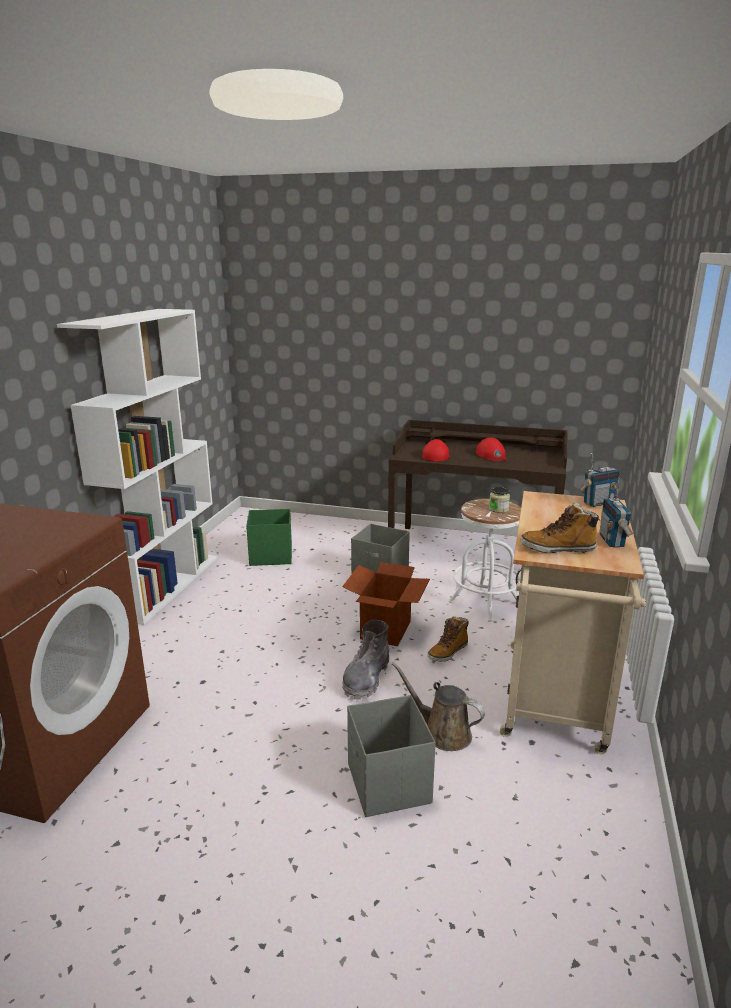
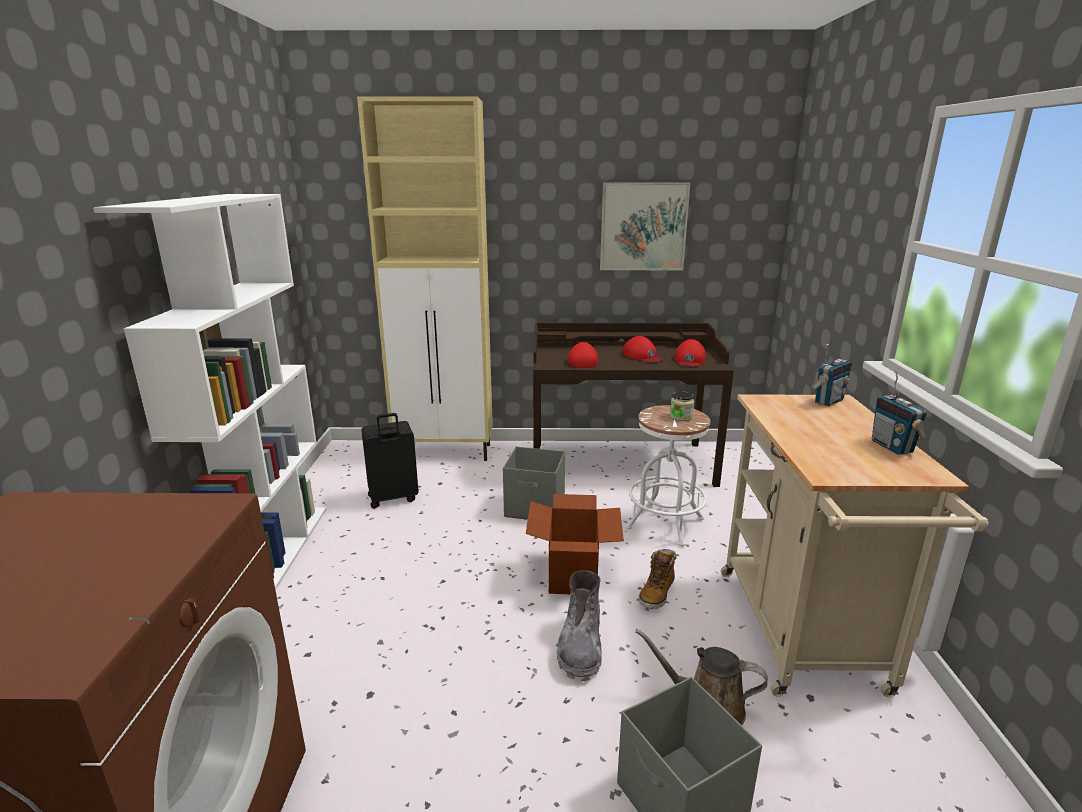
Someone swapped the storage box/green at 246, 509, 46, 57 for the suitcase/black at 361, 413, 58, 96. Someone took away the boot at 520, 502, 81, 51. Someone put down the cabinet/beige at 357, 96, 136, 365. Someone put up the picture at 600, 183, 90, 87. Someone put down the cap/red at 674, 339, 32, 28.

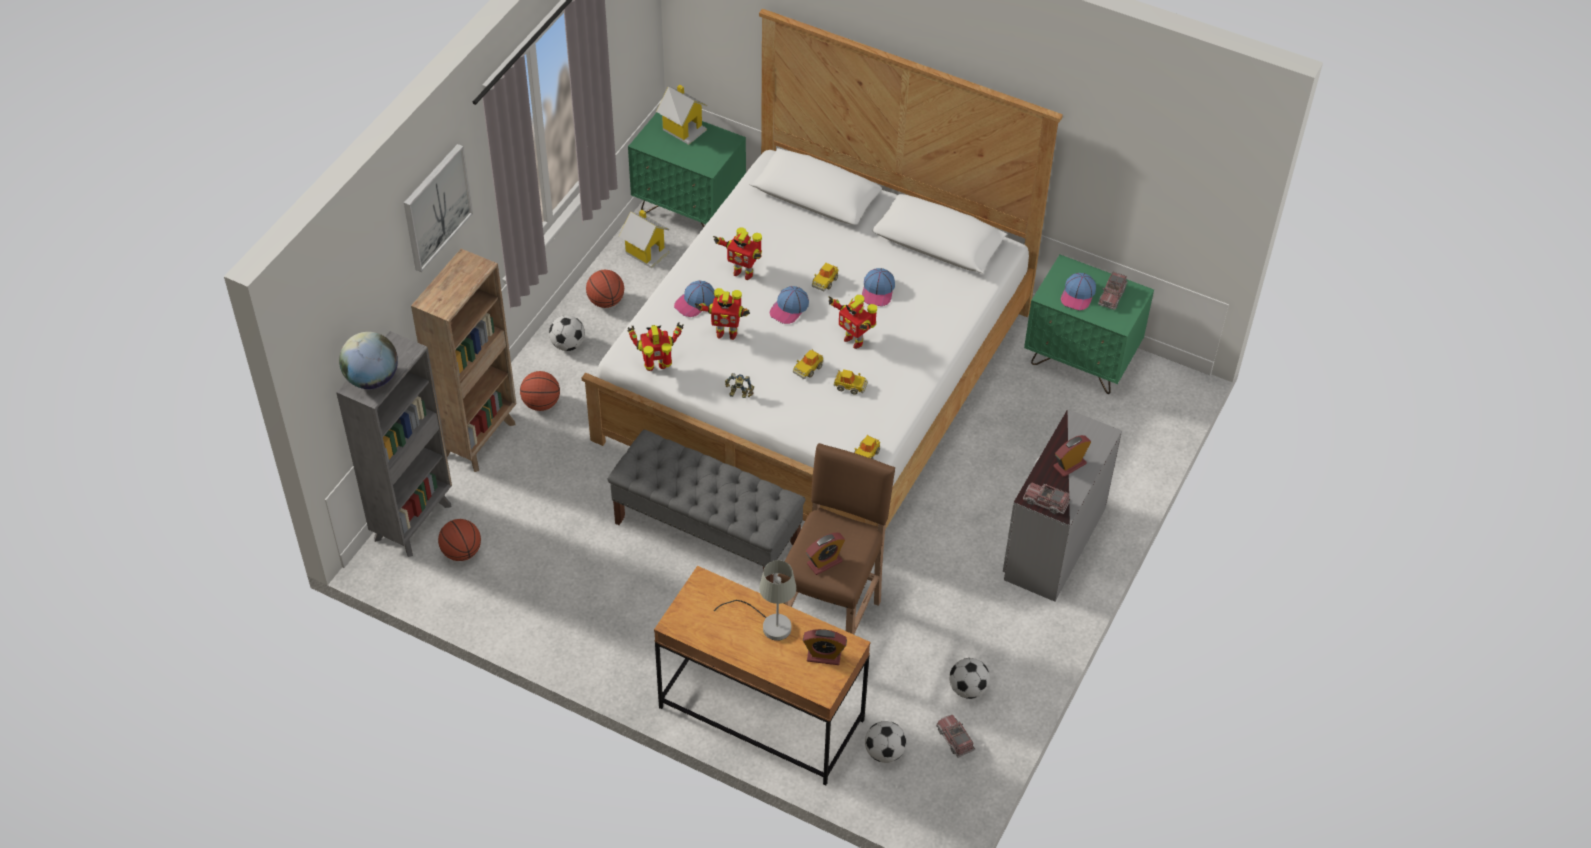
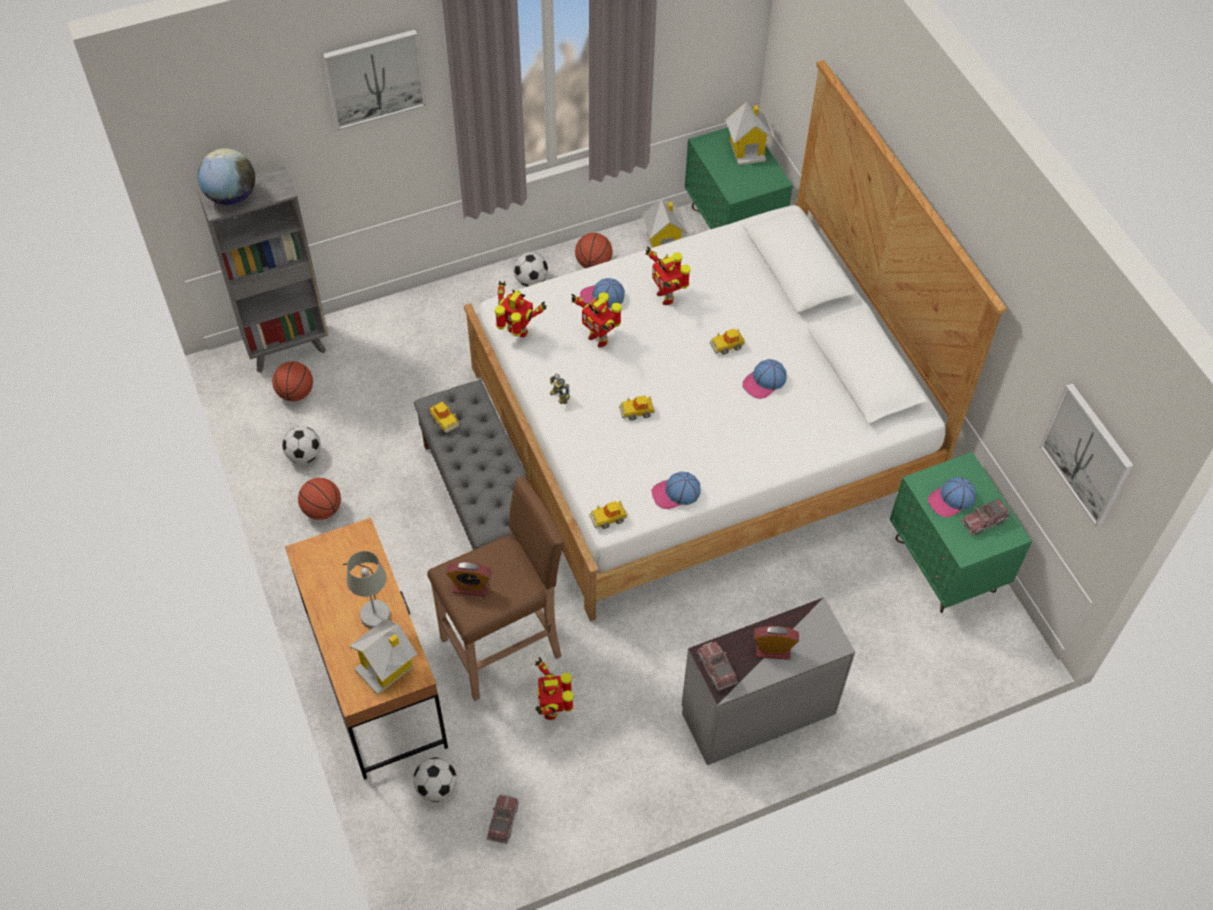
Someone took away the bookcase/brown at 411, 249, 105, 223. Someone carried the basketball from 520, 371, 40, 40 to 298, 478, 43, 42. Someone carried the cap from 770, 286, 39, 38 to 651, 472, 50, 37. Someone swapped the alarm clock at 803, 629, 44, 36 for the toy house at 349, 619, 68, 76. Someone carried the toy robot from 829, 295, 48, 54 to 535, 657, 39, 63. Someone carried the toy car from 834, 369, 34, 26 to 430, 401, 29, 32. Someone carried the football from 949, 658, 41, 41 to 282, 426, 39, 38. Someone put up the picture at 1040, 383, 94, 144.

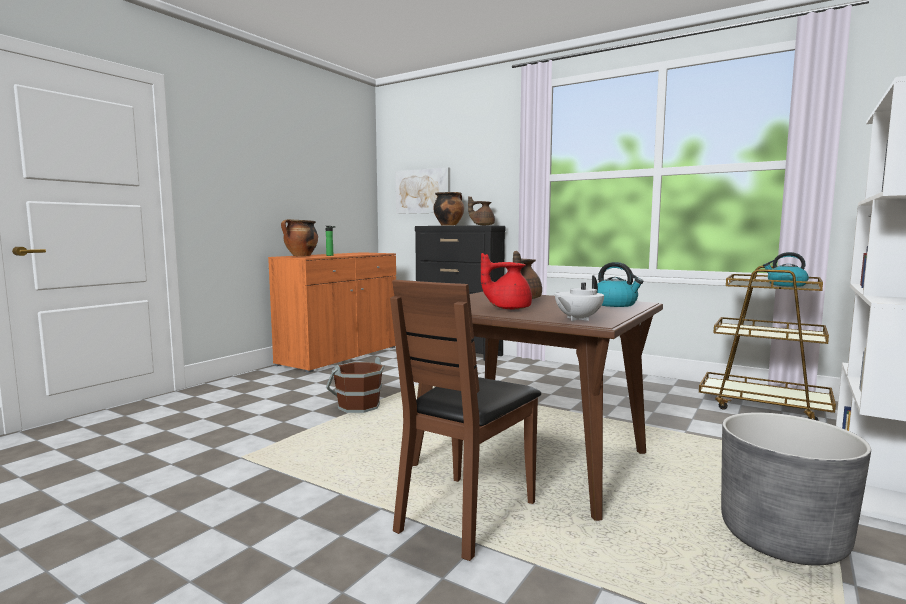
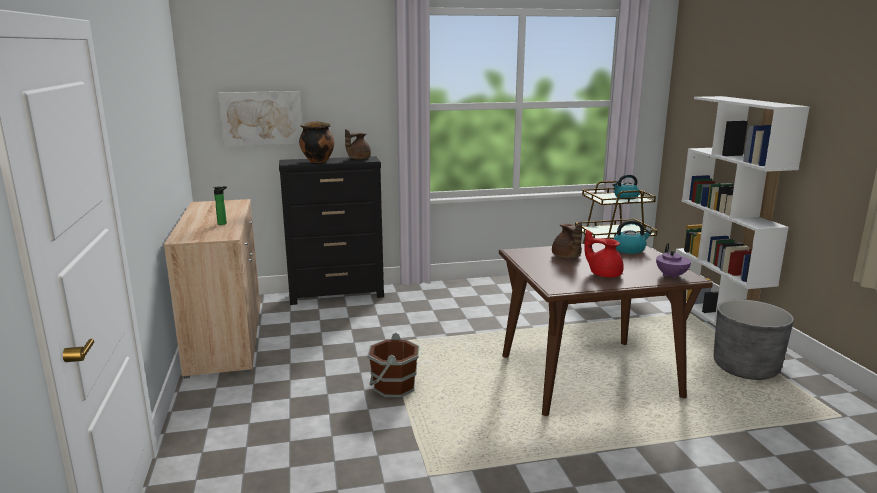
Someone repainted the cabinet/orange at 268, 252, 128, 121, which became the cabinet/beige at 164, 199, 96, 180. Someone took away the cooking pot at 281, 219, 37, 37. Someone took away the chair/brown at 390, 279, 151, 282. Someone rotated the teapot/red at 481, 253, 51, 56 by 90 degrees clockwise. Someone repainted the teapot/white at 555, 275, 49, 46, which became the teapot/purple at 656, 243, 35, 36.

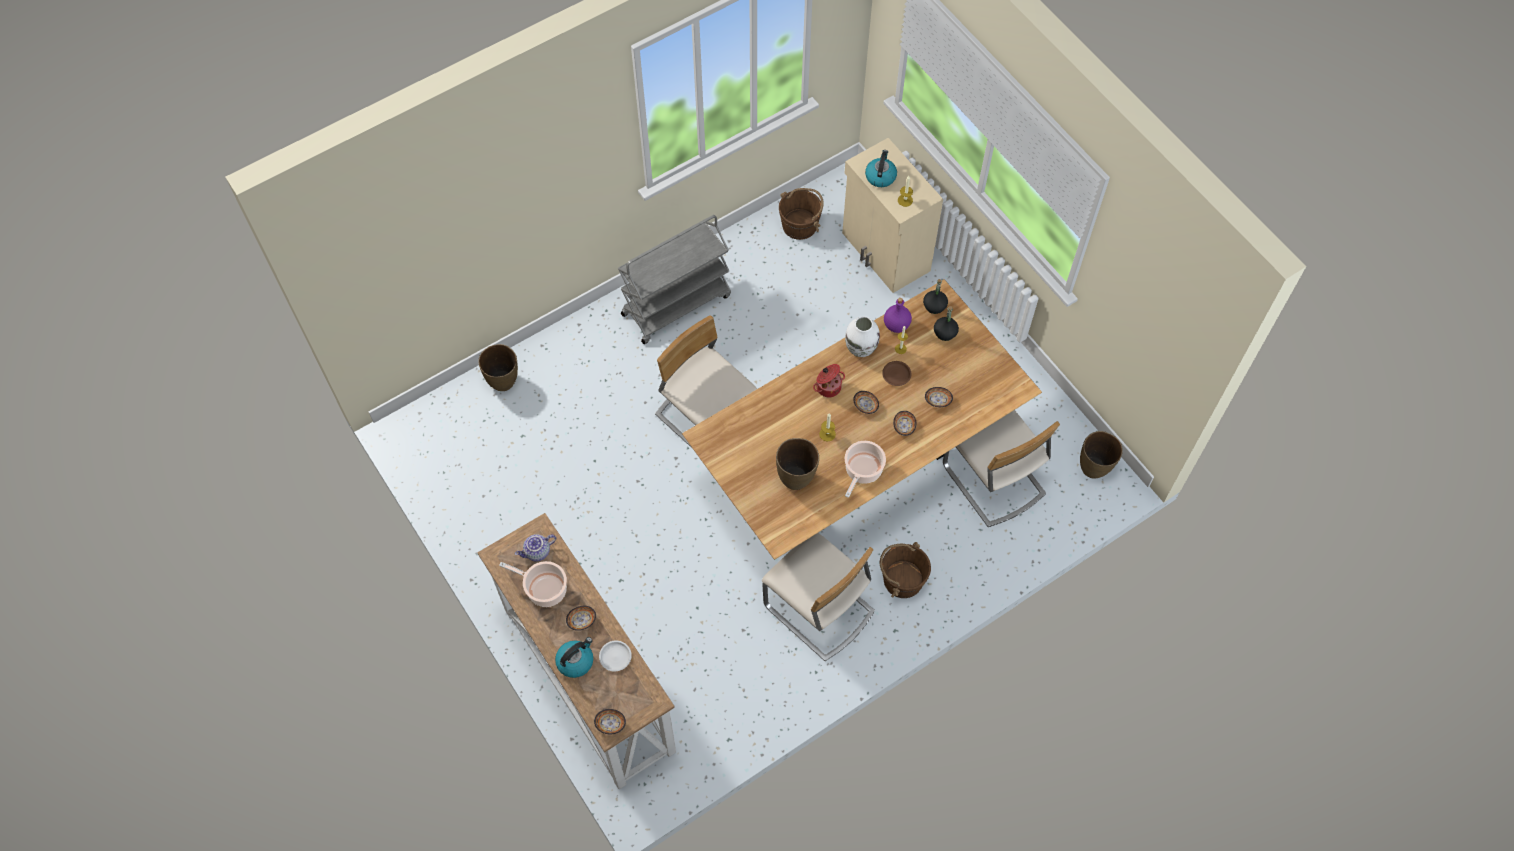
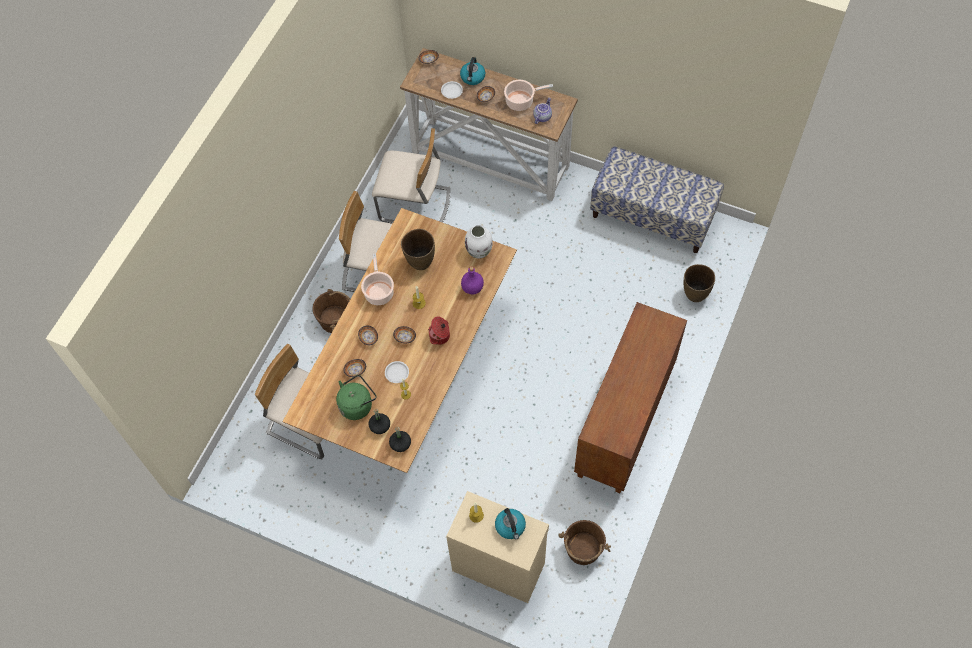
Someone swapped the cart/grey at 618, 215, 113, 129 for the cabinet/brown at 574, 302, 113, 191. Someone carried the chair/beige from 655, 315, 102, 134 to 372, 128, 78, 96. Someone carried the vase/white from 845, 316, 35, 41 to 465, 225, 28, 34. Someone repainted the plate/brown at 882, 361, 29, 25, which became the plate/white at 385, 361, 24, 22. Someone carried the bottle/purple from 884, 298, 28, 35 to 461, 267, 23, 27. Someone took away the vase/brown at 1080, 431, 43, 47. Someone put down the kettle/green at 336, 375, 40, 45. Someone put down the bench at 590, 146, 134, 107.

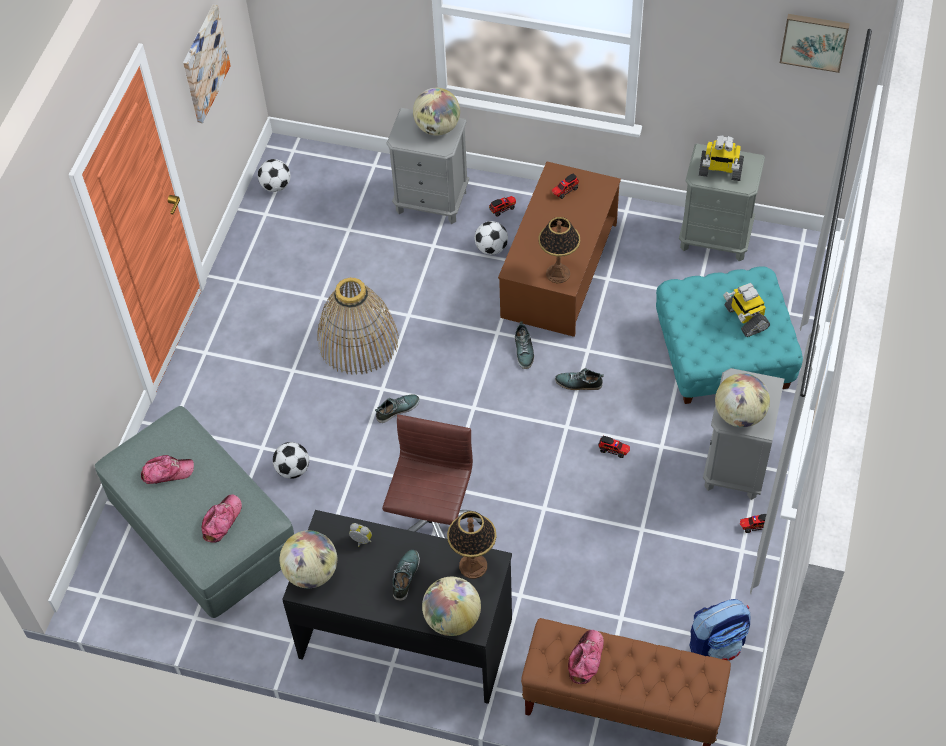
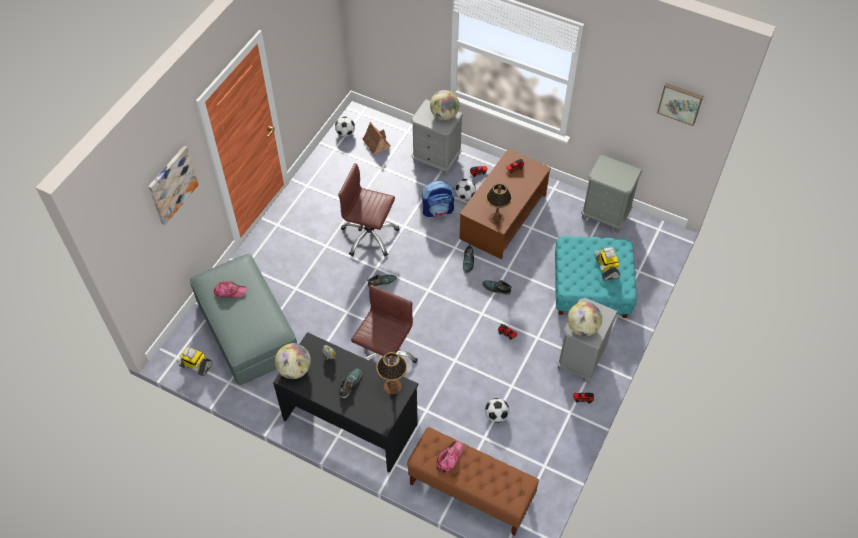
Someone carried the picture from 183, 4, 48, 119 to 148, 146, 50, 79. Someone took away the cap at 202, 495, 40, 48. Someone carried the football from 273, 442, 36, 37 to 485, 398, 24, 25. Someone swapped the basket at 317, 277, 82, 98 for the office chair/brown at 338, 163, 62, 94. Someone took away the globe at 422, 577, 59, 59. Someone carried the backpack from 689, 599, 61, 62 to 422, 181, 32, 36. Someone carried the toy robot from 699, 135, 45, 46 to 176, 347, 36, 30. Someone put down the toy house at 362, 122, 28, 33.

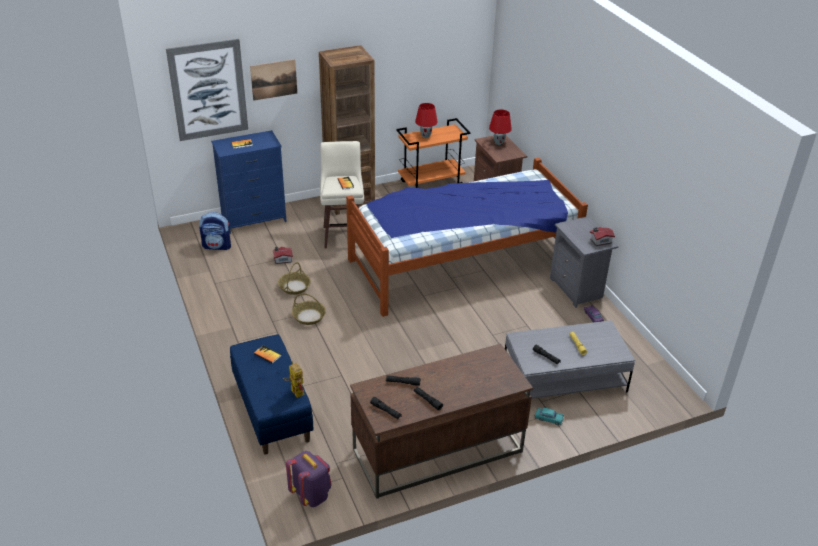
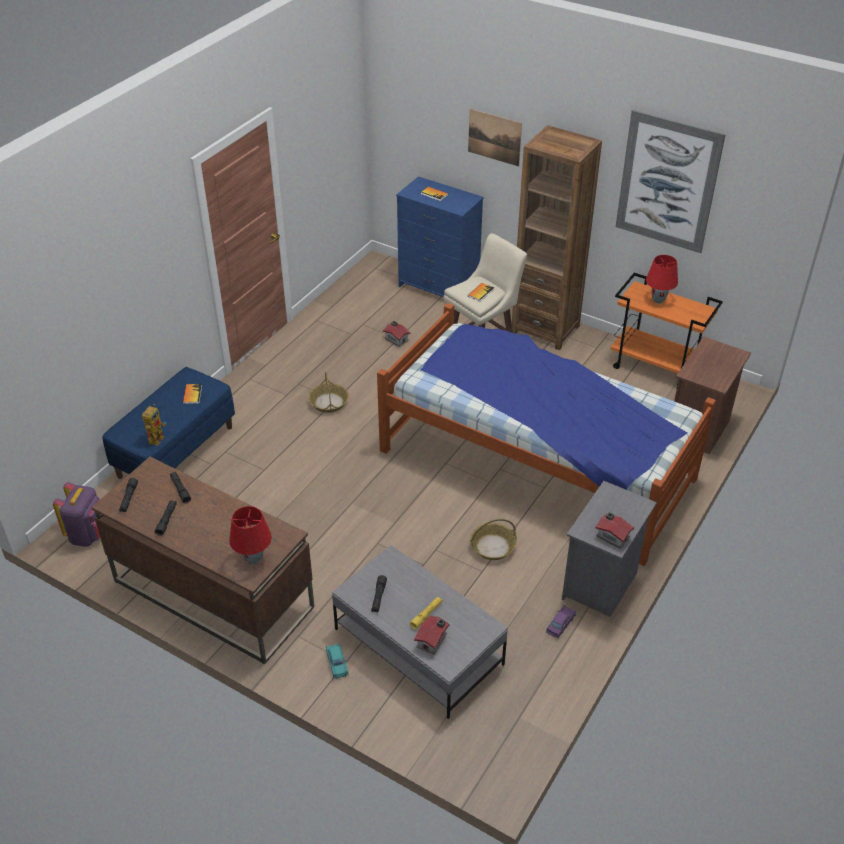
Someone carried the picture from 166, 39, 82, 102 to 616, 110, 110, 143. Someone took away the backpack at 199, 212, 32, 38. Someone carried the basket from 278, 262, 33, 33 to 470, 519, 47, 41. Someone carried the table lamp/red from 489, 109, 23, 36 to 229, 506, 43, 58. Someone put down the toy house at 414, 616, 35, 38.

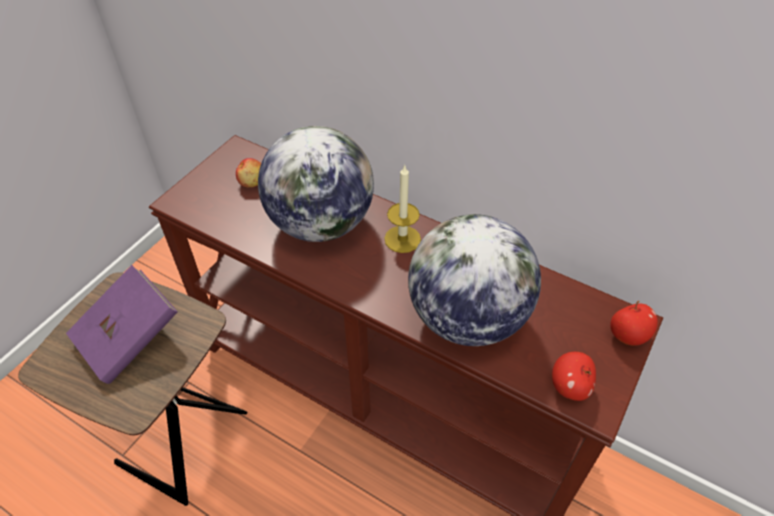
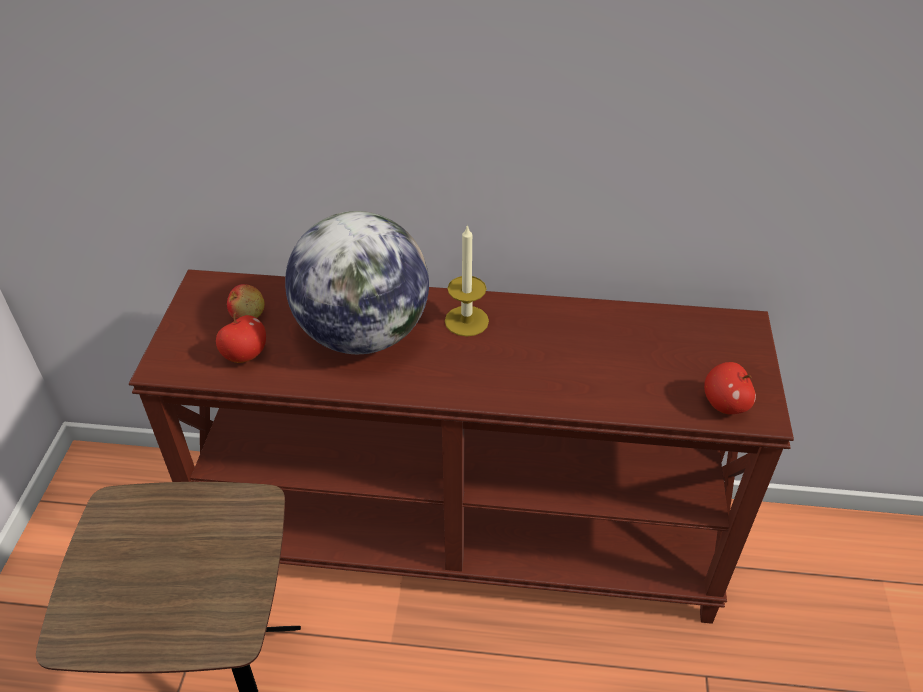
Someone took away the book/purple at 66, 265, 112, 119. Someone took away the globe at 408, 214, 133, 132. Someone carried the apple from 610, 301, 48, 45 to 216, 312, 50, 51.

